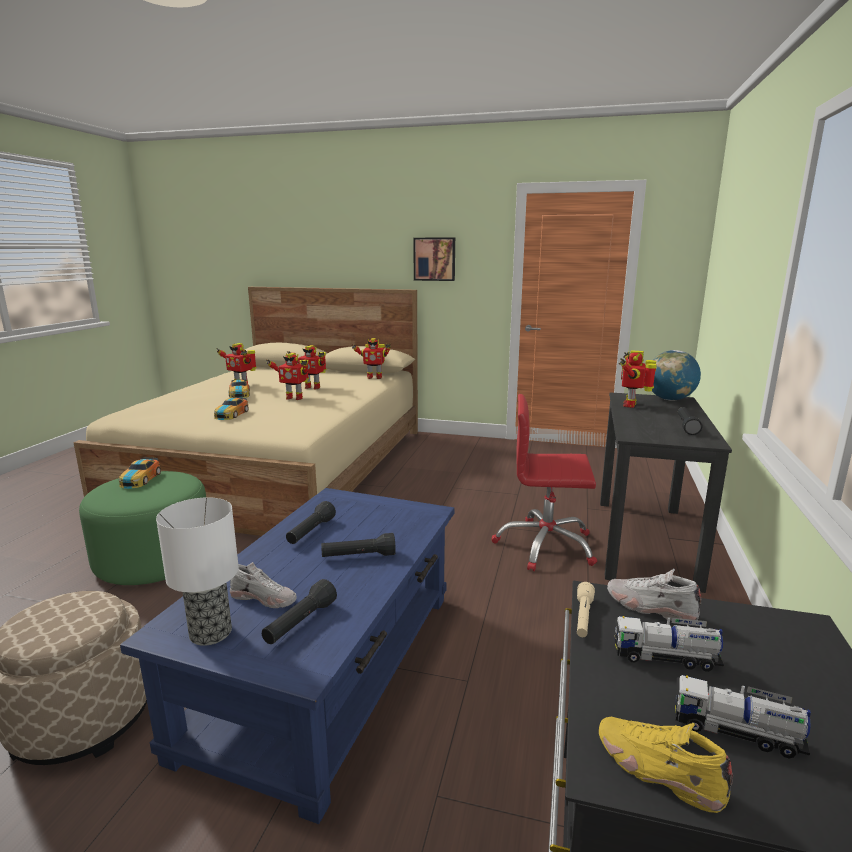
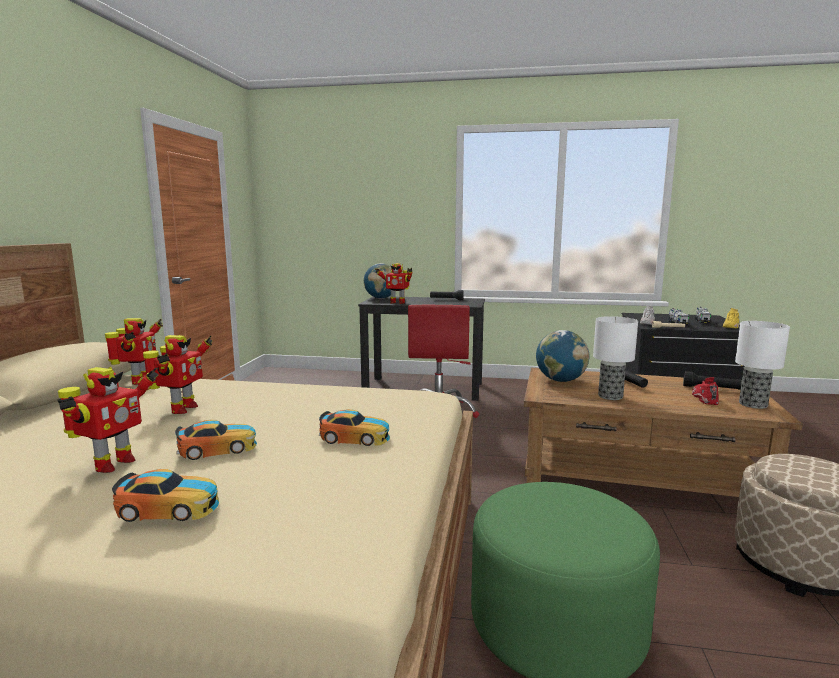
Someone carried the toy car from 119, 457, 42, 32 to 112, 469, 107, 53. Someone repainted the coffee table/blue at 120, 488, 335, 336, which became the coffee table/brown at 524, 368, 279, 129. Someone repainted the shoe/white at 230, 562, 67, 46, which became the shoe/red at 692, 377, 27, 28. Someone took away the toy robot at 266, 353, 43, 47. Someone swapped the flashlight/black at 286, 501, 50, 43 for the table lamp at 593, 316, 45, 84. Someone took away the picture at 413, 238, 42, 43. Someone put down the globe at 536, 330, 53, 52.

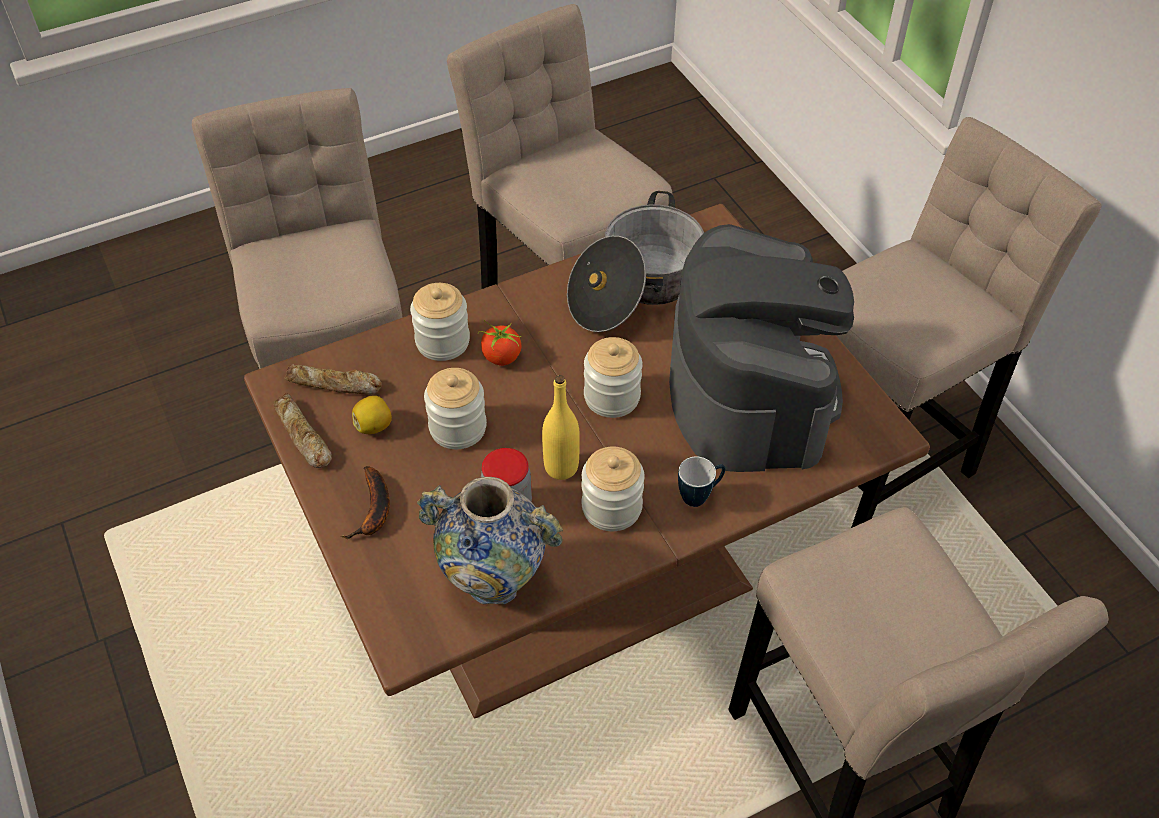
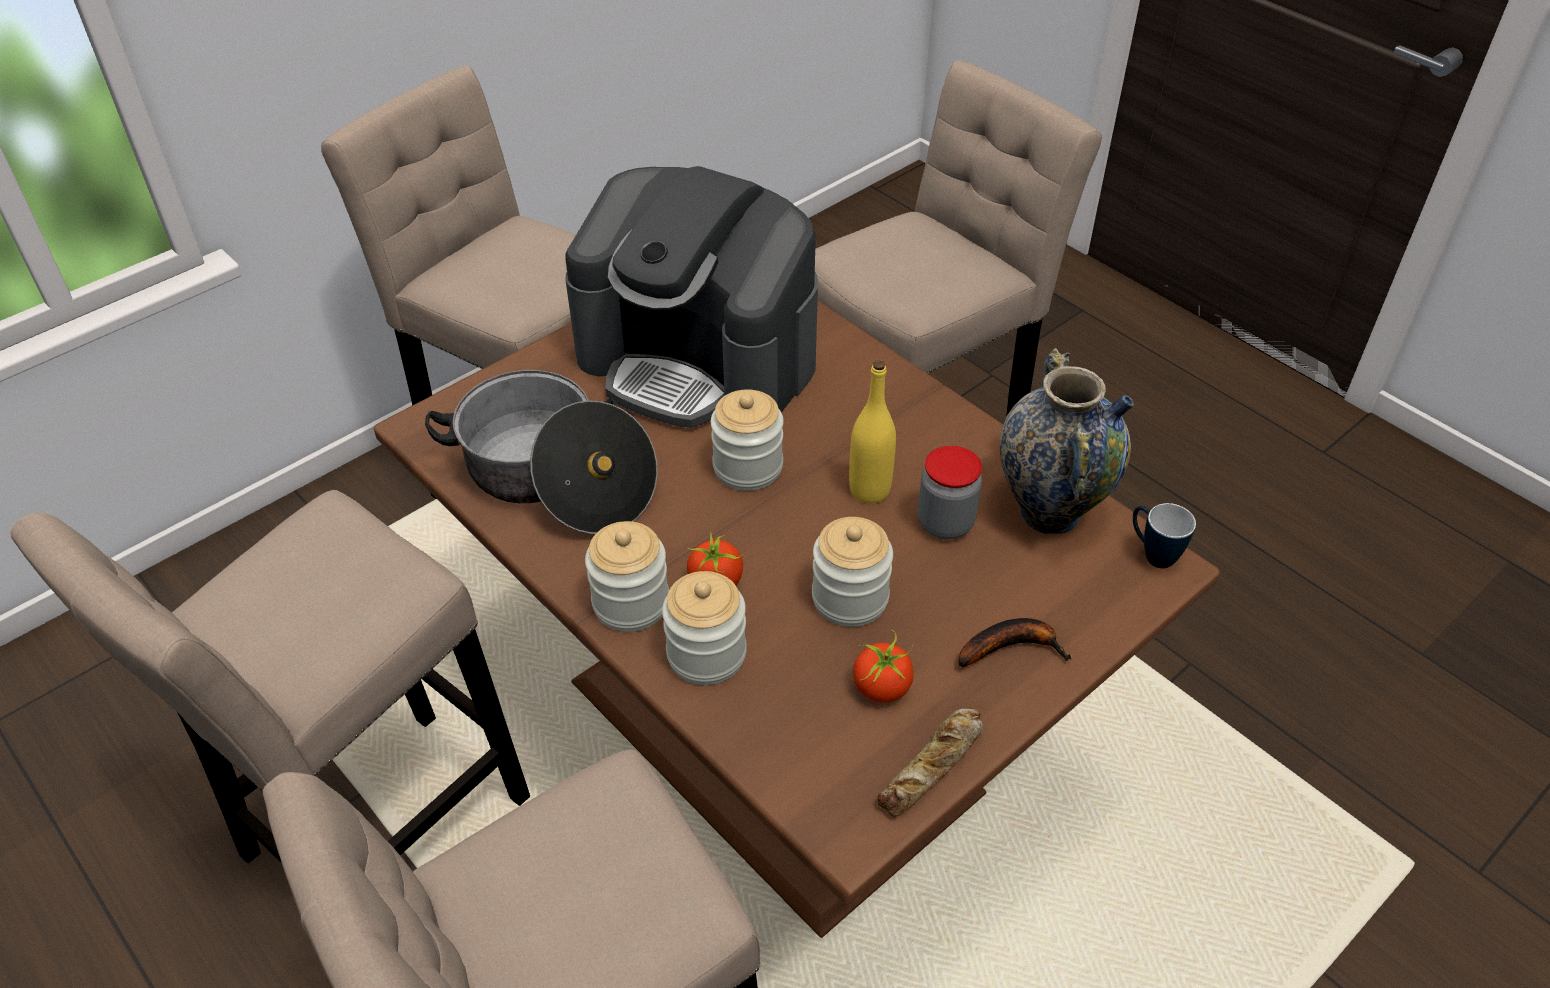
Someone took away the bread at 285, 364, 97, 31. Someone swapped the lemon at 352, 395, 40, 39 for the tomato at 853, 630, 62, 73. Someone carried the jar from 581, 447, 64, 84 to 585, 521, 84, 111. Someone rotated the coffee machine at 669, 224, 185, 248 by 135 degrees counterclockwise. Someone carried the mug from 678, 456, 47, 51 to 1133, 503, 63, 65.

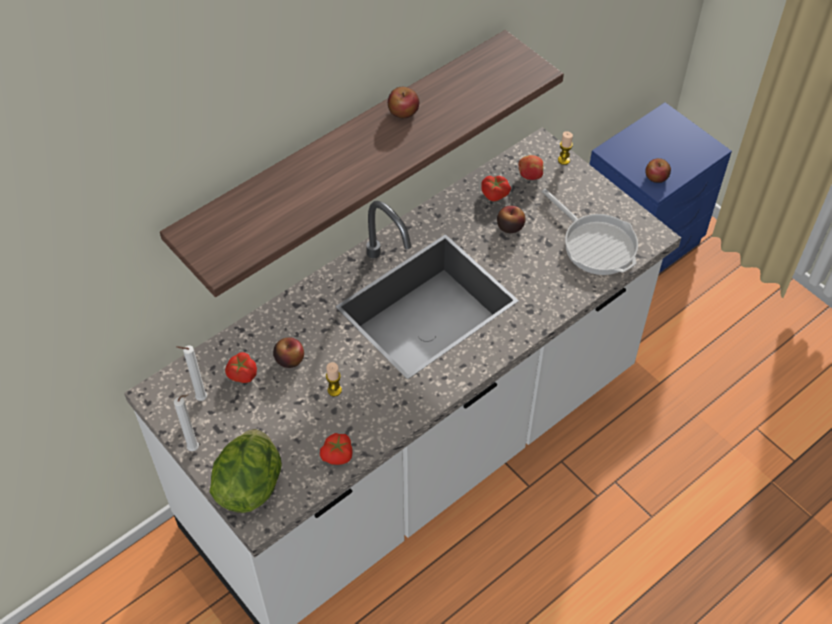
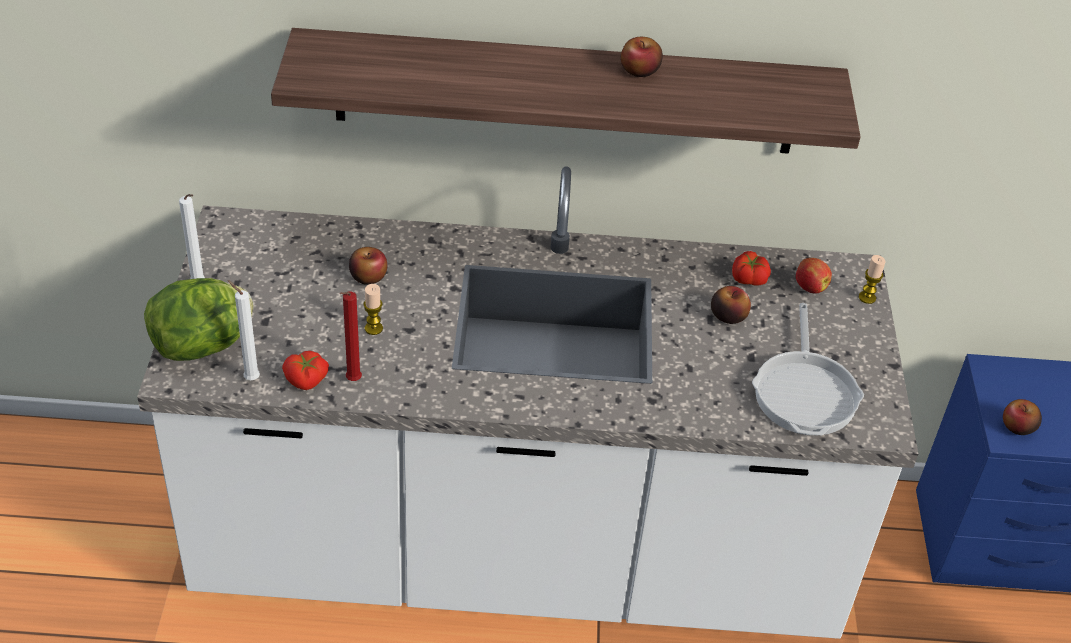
Someone carried the candle/white from 176, 346, 31, 55 to 228, 280, 32, 100. Someone took away the tomato at 225, 352, 32, 31. Someone put down the candle/red at 340, 291, 22, 90.

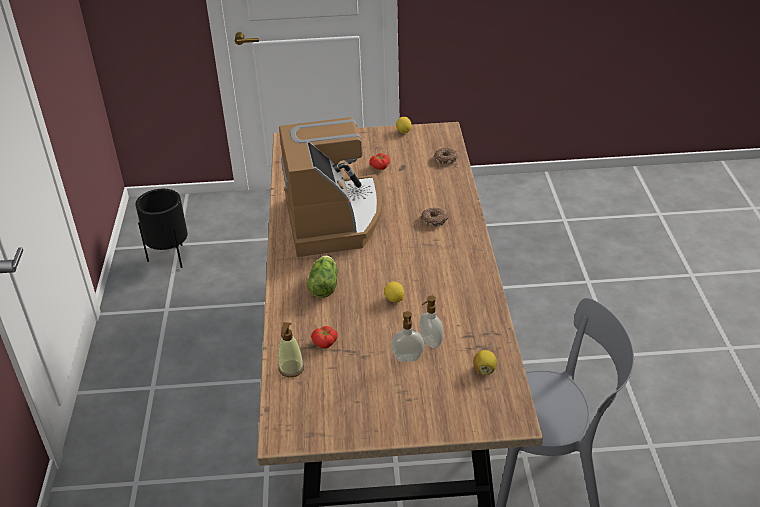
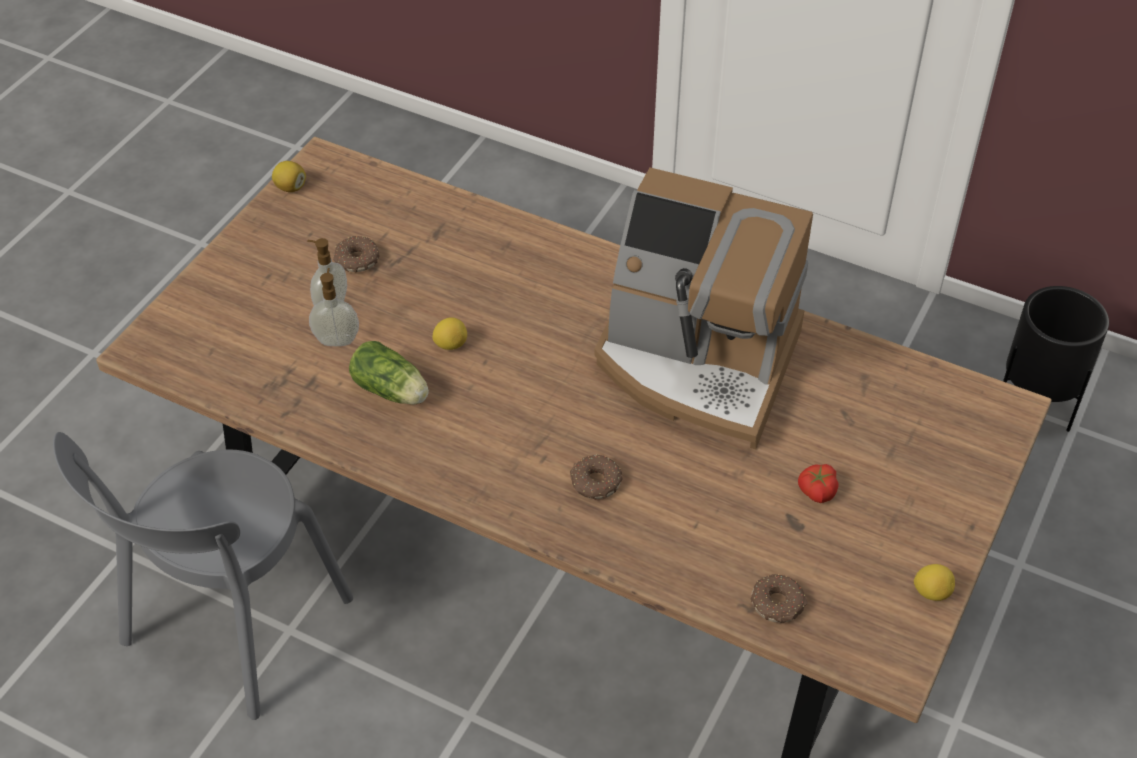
Someone took away the soap dispenser at 278, 322, 26, 55. Someone carried the lettuce from 307, 255, 31, 43 to 349, 341, 80, 64. Someone took away the tomato at 311, 326, 27, 23. Someone carried the lemon from 473, 350, 24, 25 to 272, 161, 34, 31. Someone put down the donut at 333, 236, 46, 37.

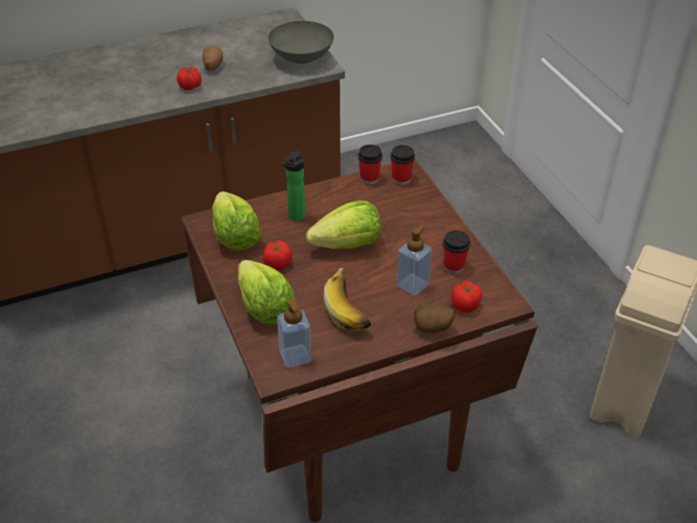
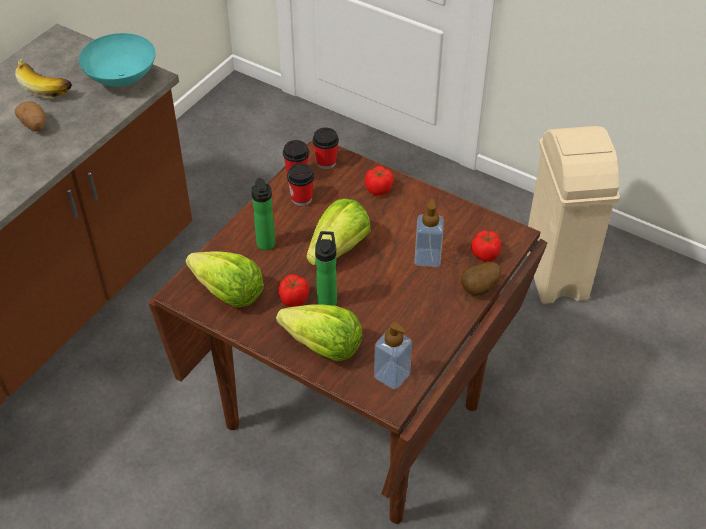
Someone carried the tomato from 177, 67, 25, 23 to 365, 166, 29, 30. Someone repainted the bowl/grey at 268, 21, 66, 43, which became the bowl/turquoise at 79, 33, 77, 54. Someone carried the banana from 324, 268, 47, 63 to 15, 58, 57, 40. Someone carried the cup from 443, 230, 27, 44 to 287, 163, 27, 43. Someone put down the bottle at 315, 231, 22, 75.

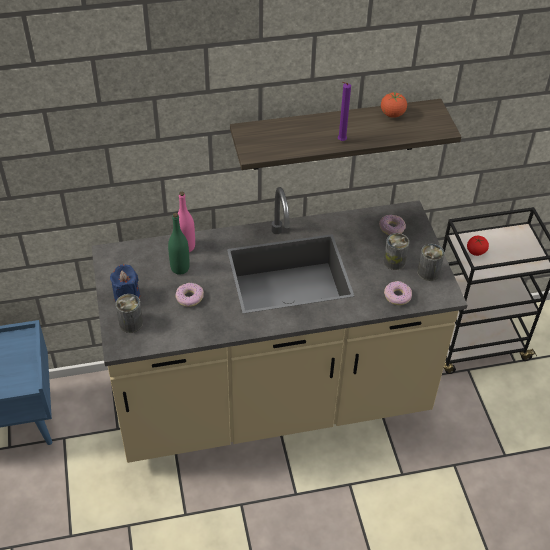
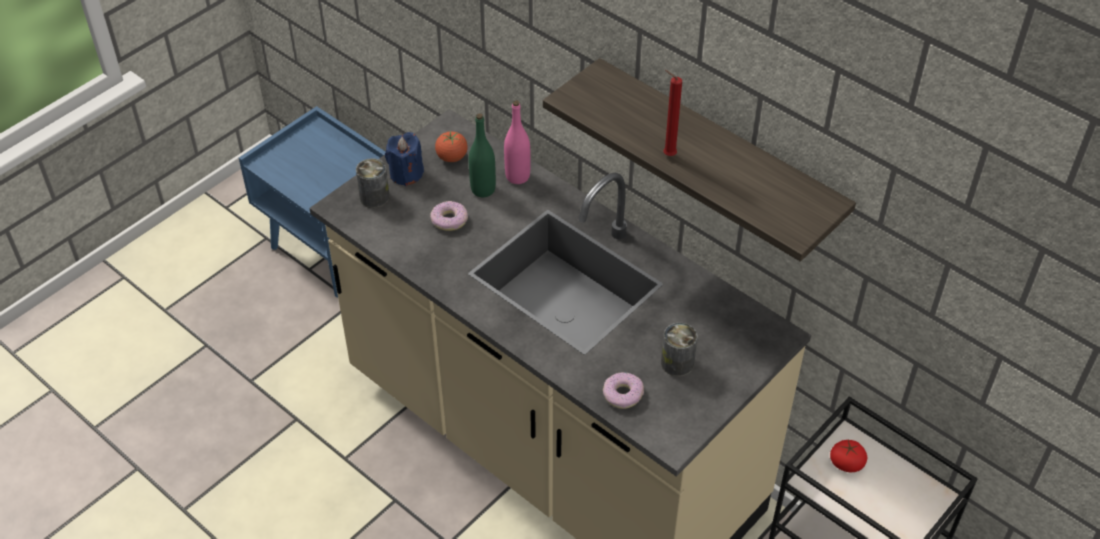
Someone repainted the candle/purple at 338, 82, 13, 59, which became the candle/red at 664, 70, 18, 86. Someone took away the donut at 379, 215, 27, 20. Someone carried the tomato from 381, 92, 26, 26 to 435, 131, 33, 31. Someone took away the can at 417, 244, 27, 37.

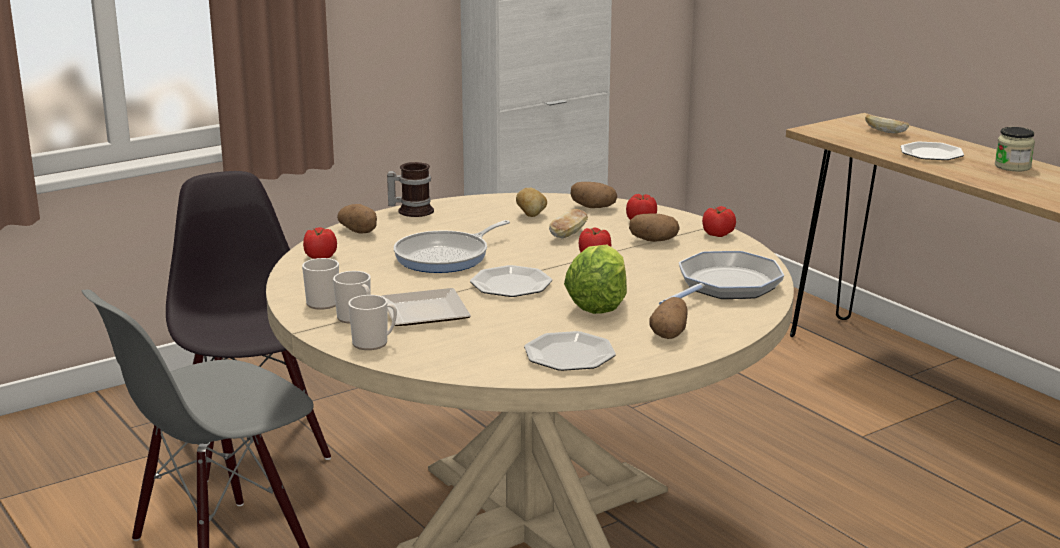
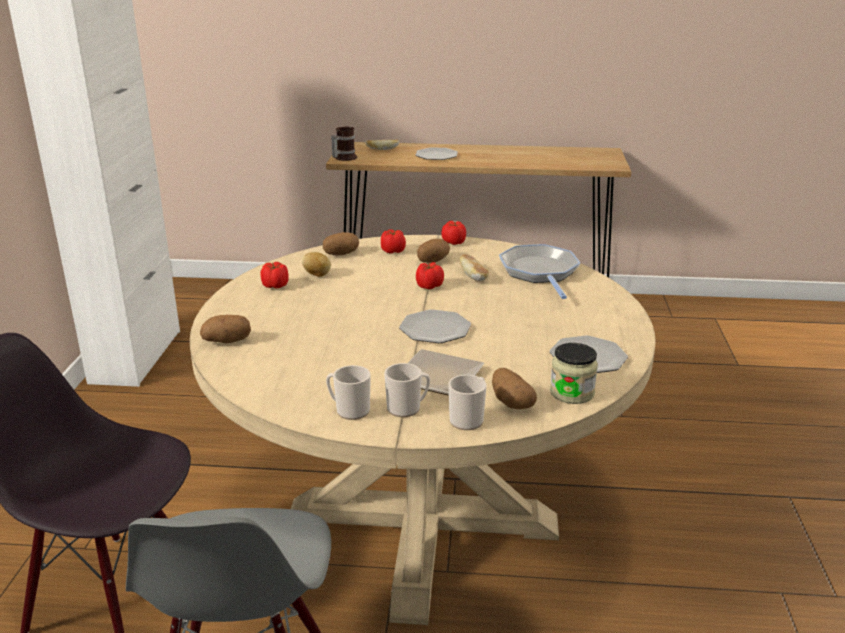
Someone carried the tomato from 303, 227, 34, 32 to 261, 262, 28, 26. Someone carried the mug from 387, 162, 47, 55 to 331, 127, 26, 34. Someone took away the frying pan at 394, 220, 116, 53. Someone carried the bread from 549, 209, 39, 29 to 460, 254, 29, 27. Someone took away the lettuce at 564, 245, 63, 69. Someone carried the potato from 649, 297, 39, 42 to 492, 368, 45, 41. Someone carried the jar from 995, 127, 40, 45 to 550, 343, 48, 61.

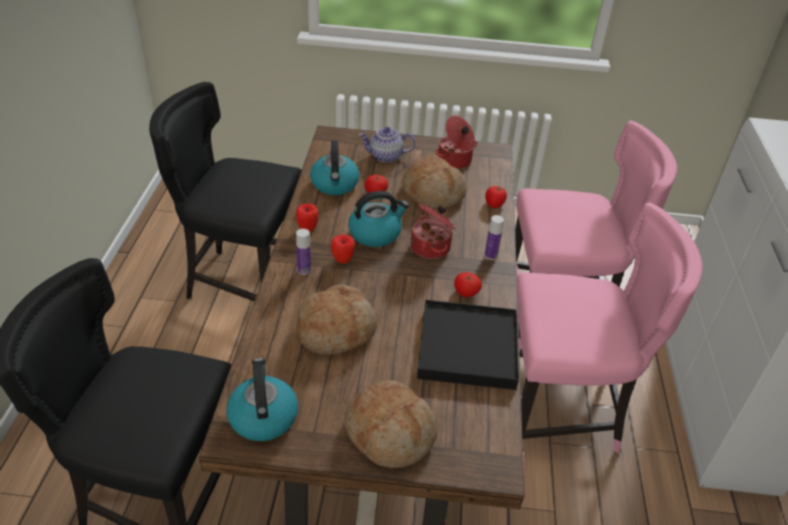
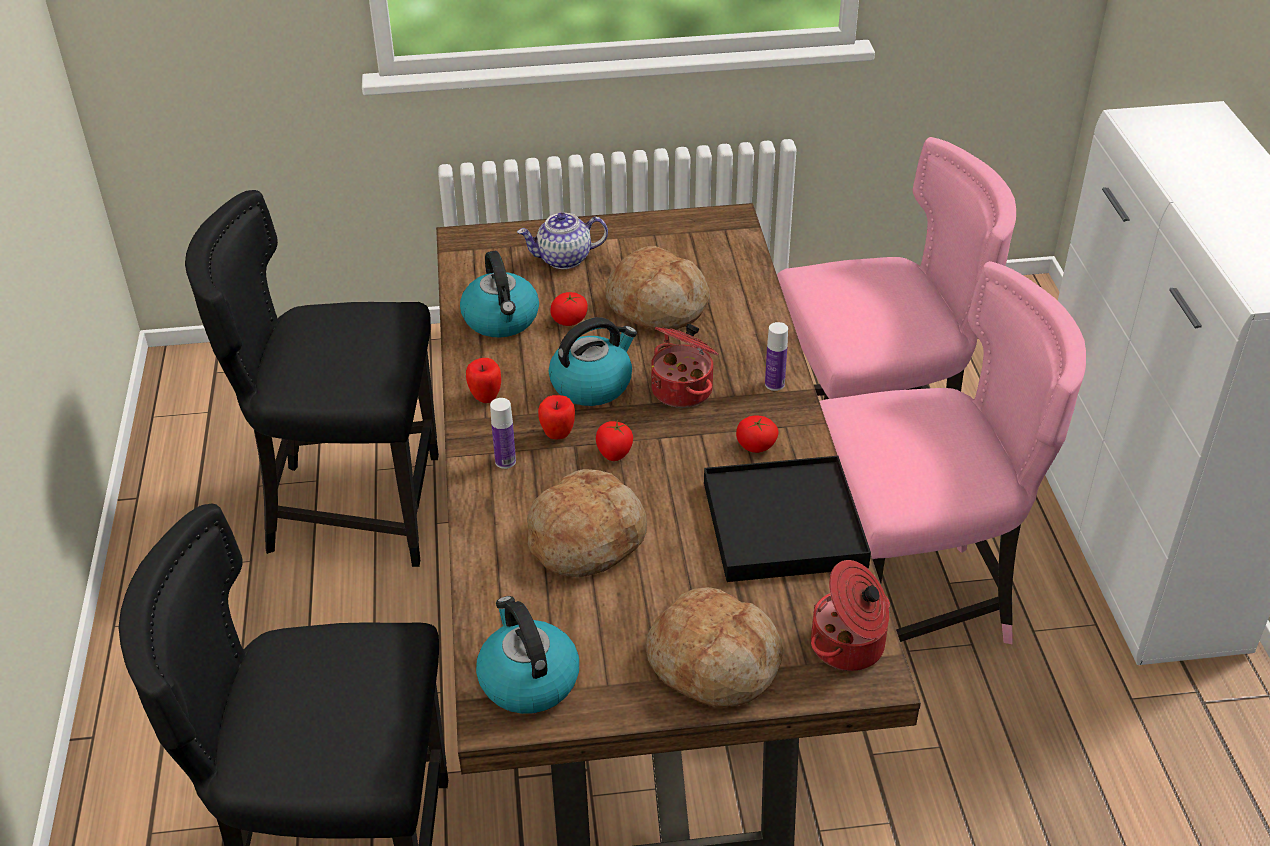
Someone carried the cooking pot from 435, 116, 42, 53 to 811, 560, 79, 111. Someone carried the tomato from 485, 186, 22, 22 to 596, 420, 37, 41.

